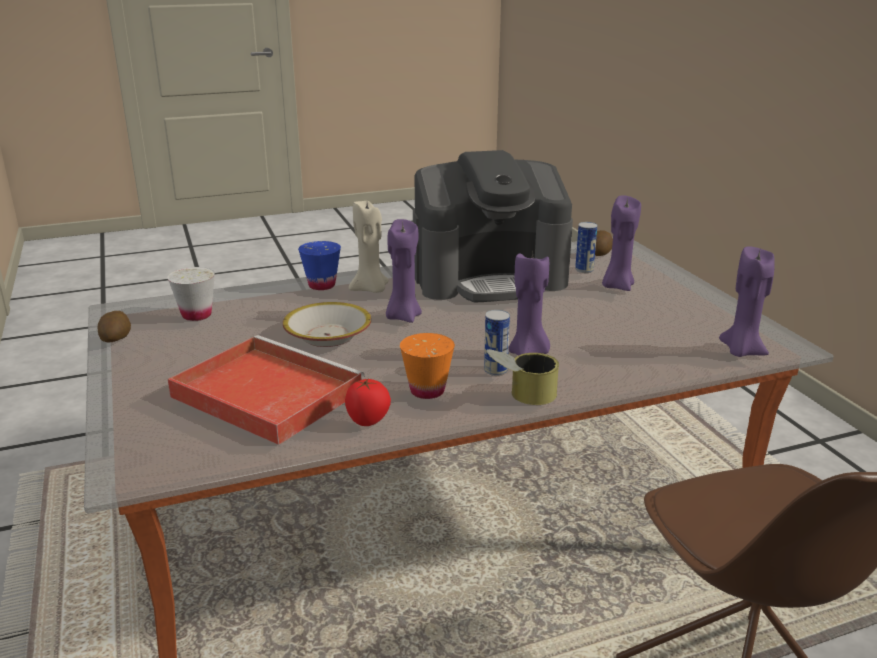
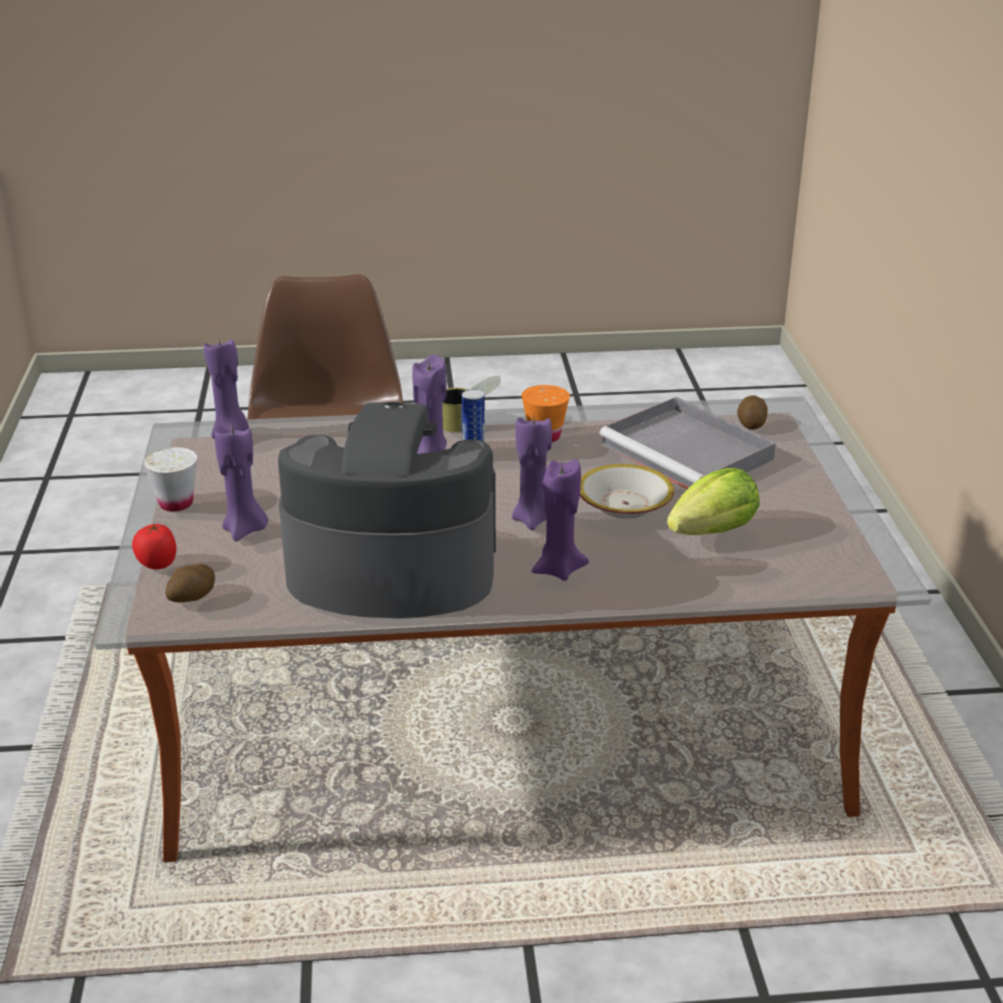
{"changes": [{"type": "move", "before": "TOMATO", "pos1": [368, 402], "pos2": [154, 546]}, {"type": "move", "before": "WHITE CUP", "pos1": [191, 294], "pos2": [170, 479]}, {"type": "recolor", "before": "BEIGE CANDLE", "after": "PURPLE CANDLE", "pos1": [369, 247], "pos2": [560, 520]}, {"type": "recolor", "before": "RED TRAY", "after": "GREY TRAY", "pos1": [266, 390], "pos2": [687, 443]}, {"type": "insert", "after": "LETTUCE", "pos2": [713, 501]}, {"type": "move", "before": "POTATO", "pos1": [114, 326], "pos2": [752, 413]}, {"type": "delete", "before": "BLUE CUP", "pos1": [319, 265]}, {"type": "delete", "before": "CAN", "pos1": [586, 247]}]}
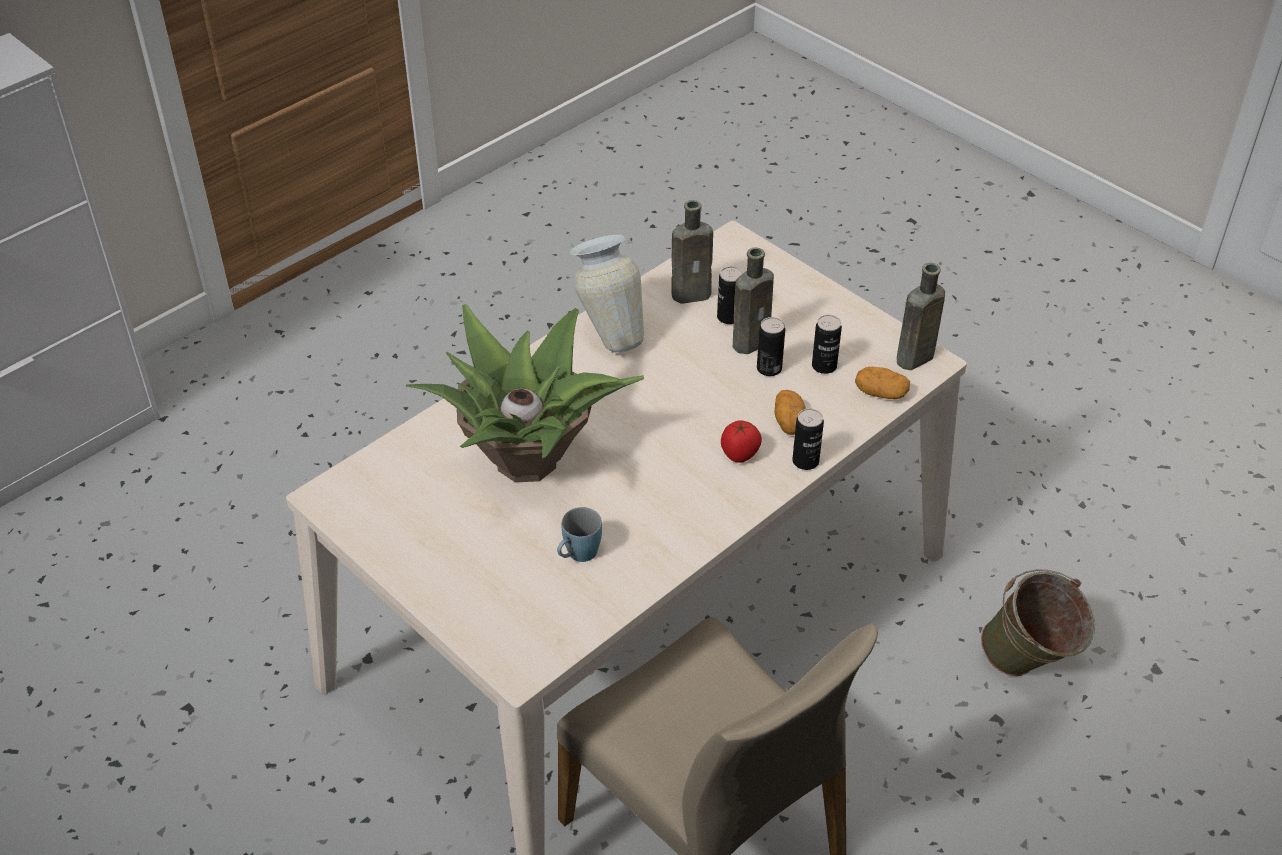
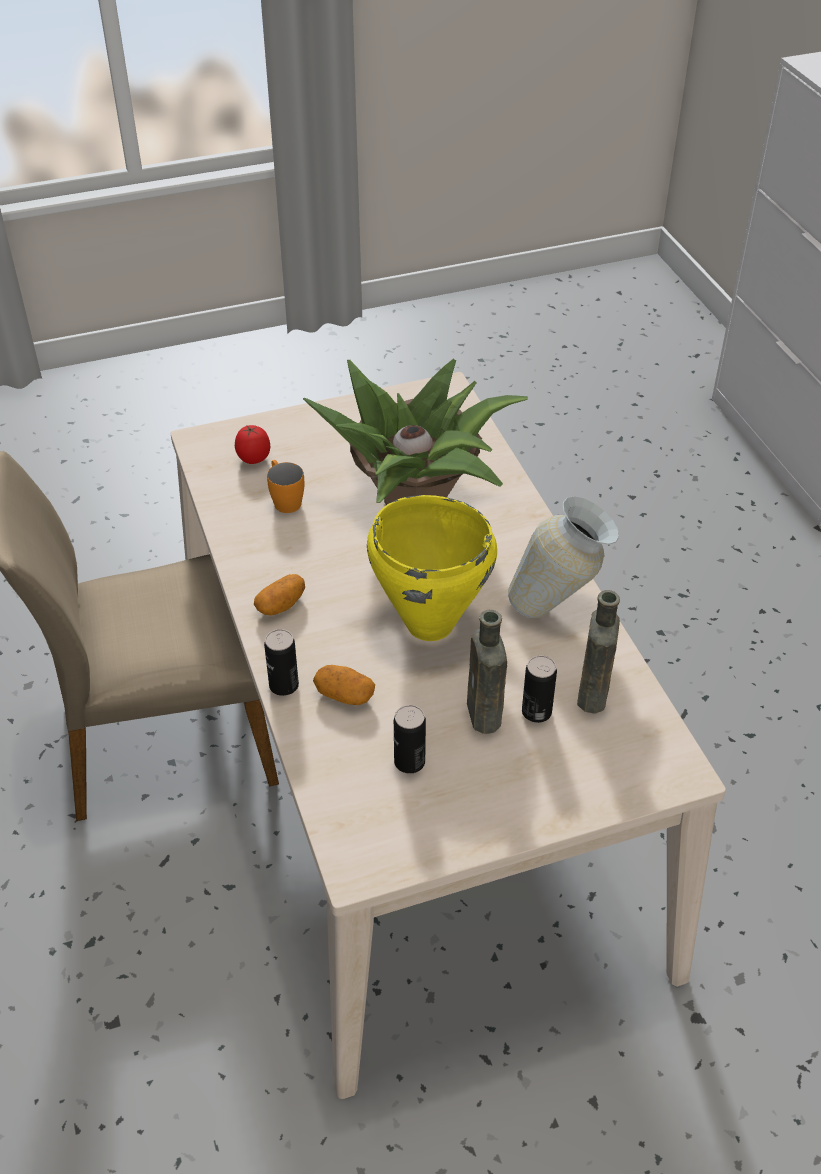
{"changes": [{"type": "move", "before": "TOMATO", "pos1": [741, 441], "pos2": [252, 444]}, {"type": "move", "before": "POTATO", "pos1": [882, 383], "pos2": [279, 594]}, {"type": "recolor", "before": "BLUE MUG", "after": "ORANGE MUG", "pos1": [579, 534], "pos2": [285, 486]}, {"type": "insert", "after": "YELLOW COOKING POT", "pos2": [432, 568]}, {"type": "delete", "before": "CAN", "pos1": [771, 346]}, {"type": "delete", "before": "BROWN BOTTLE", "pos1": [921, 316]}, {"type": "delete", "before": "GREEN BUCKET", "pos1": [1038, 622]}]}
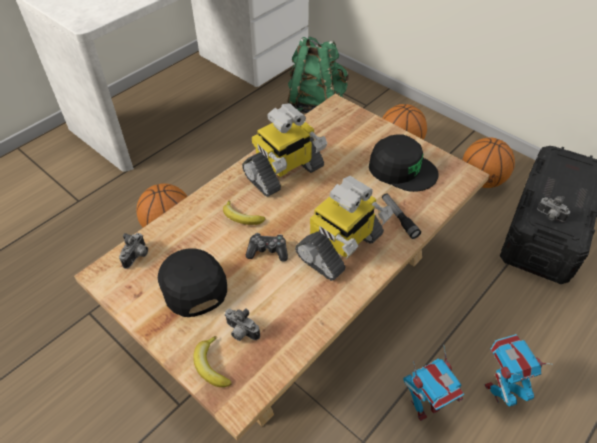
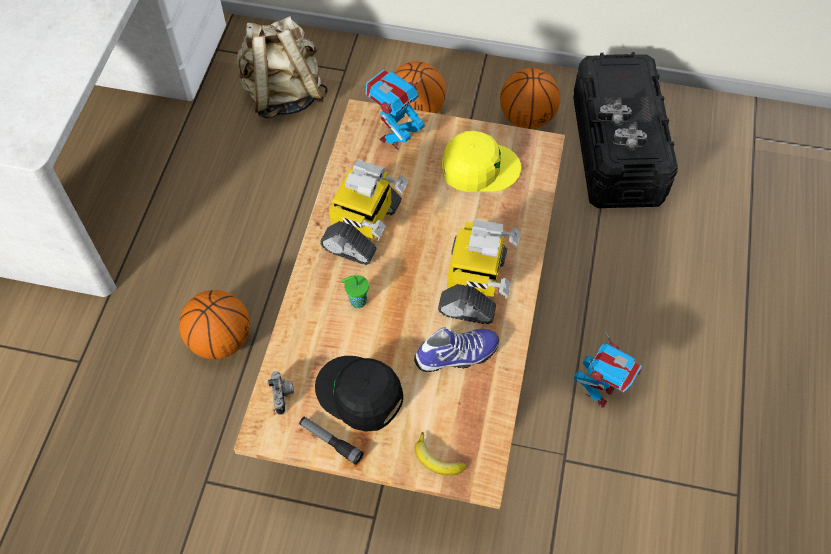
{"changes": [{"type": "recolor", "before": "GREEN BACKPACK", "after": "BEIGE BACKPACK", "pos1": [318, 74], "pos2": [282, 67]}, {"type": "move", "before": "FLASHLIGHT", "pos1": [401, 216], "pos2": [331, 441]}, {"type": "replace", "before": "BANANA", "after": "GREEN CUP", "pos1": [244, 213], "pos2": [355, 291]}, {"type": "move", "before": "TOY ROBOT", "pos1": [518, 370], "pos2": [394, 109]}, {"type": "insert", "after": "SHOE", "pos2": [456, 349]}, {"type": "recolor", "before": "BLACK CAP", "after": "YELLOW CAP", "pos1": [404, 163], "pos2": [481, 161]}, {"type": "move", "before": "PHOTO CAMERA", "pos1": [242, 324], "pos2": [615, 112]}, {"type": "delete", "before": "GAME CONTROLLER", "pos1": [267, 247]}]}
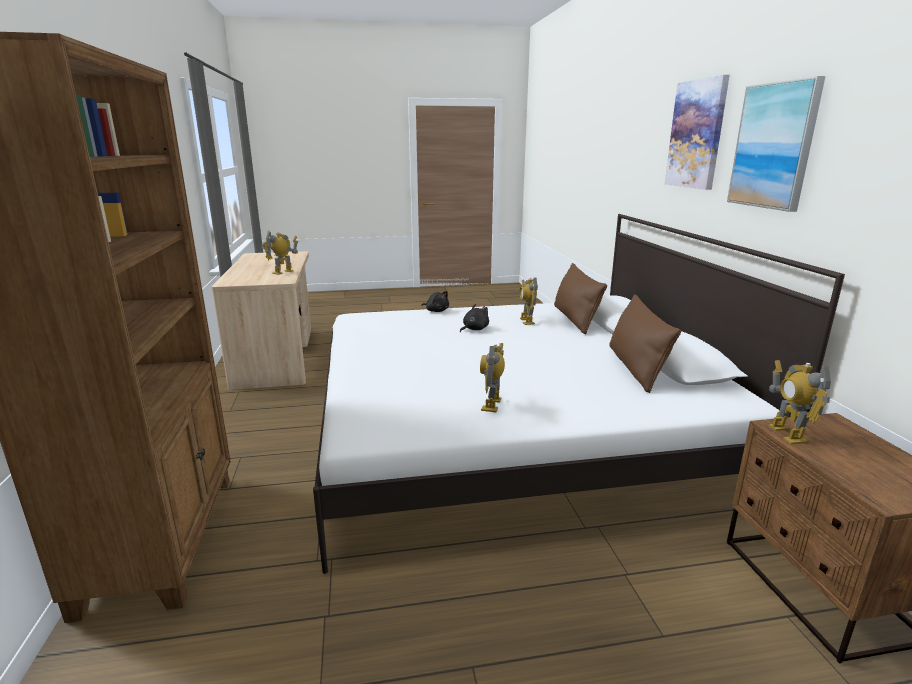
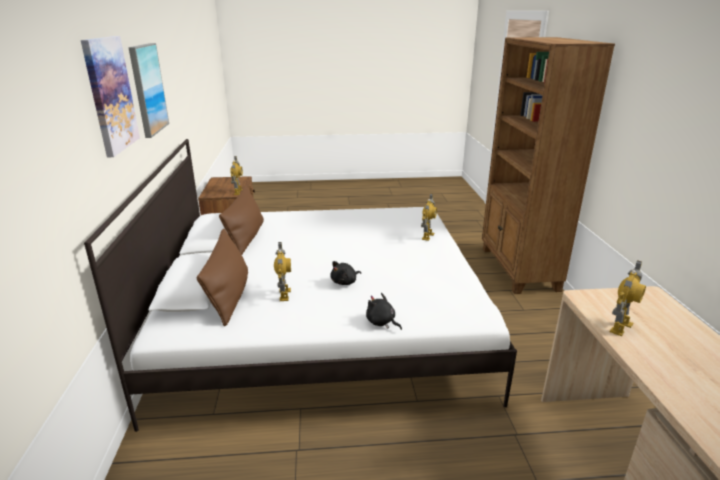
{"changes": [{"type": "move", "before": "TOY ROBOT", "pos1": [492, 377], "pos2": [429, 217]}]}
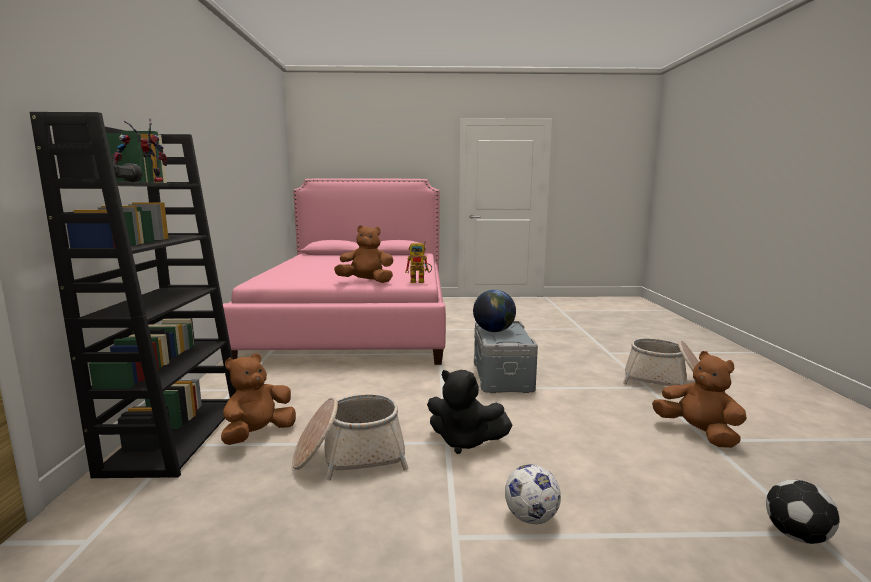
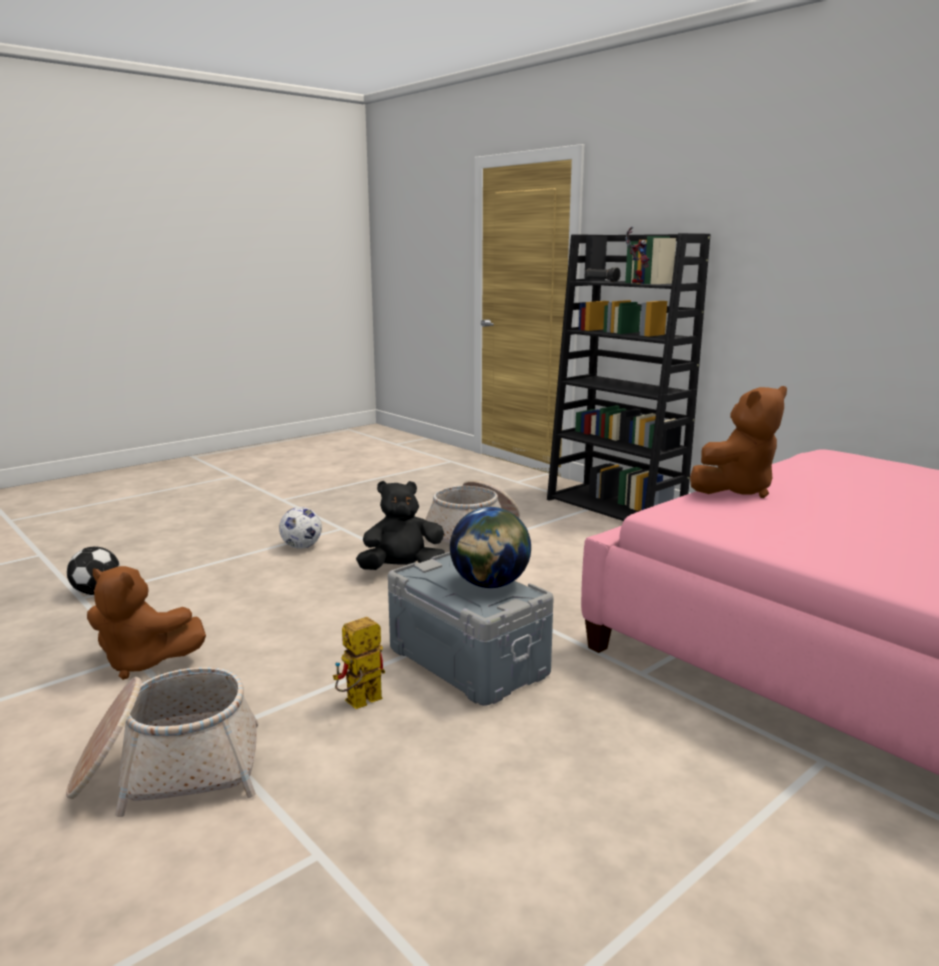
{"changes": [{"type": "move", "before": "TOY ROBOT", "pos1": [418, 262], "pos2": [359, 663]}, {"type": "delete", "before": "BROWN PLUSH TOY", "pos1": [258, 399]}]}
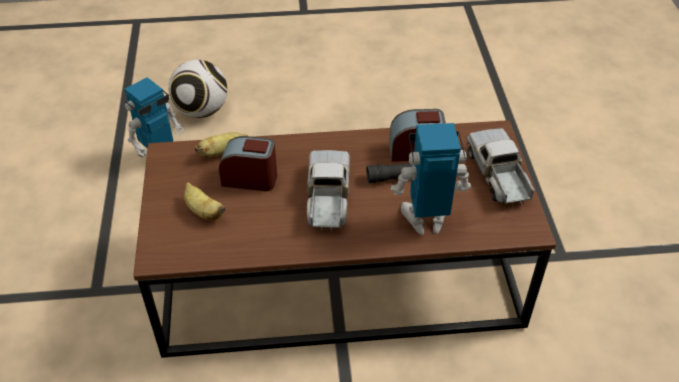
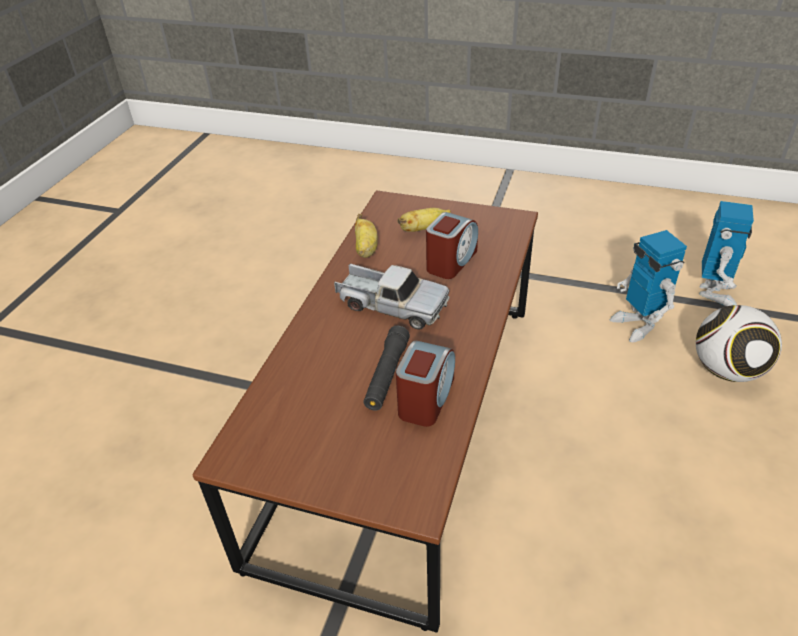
{"changes": [{"type": "move", "before": "BANANA", "pos1": [221, 144], "pos2": [366, 236]}, {"type": "move", "before": "TOY ROBOT", "pos1": [431, 179], "pos2": [726, 253]}, {"type": "delete", "before": "TOY TRUCK", "pos1": [500, 167]}]}
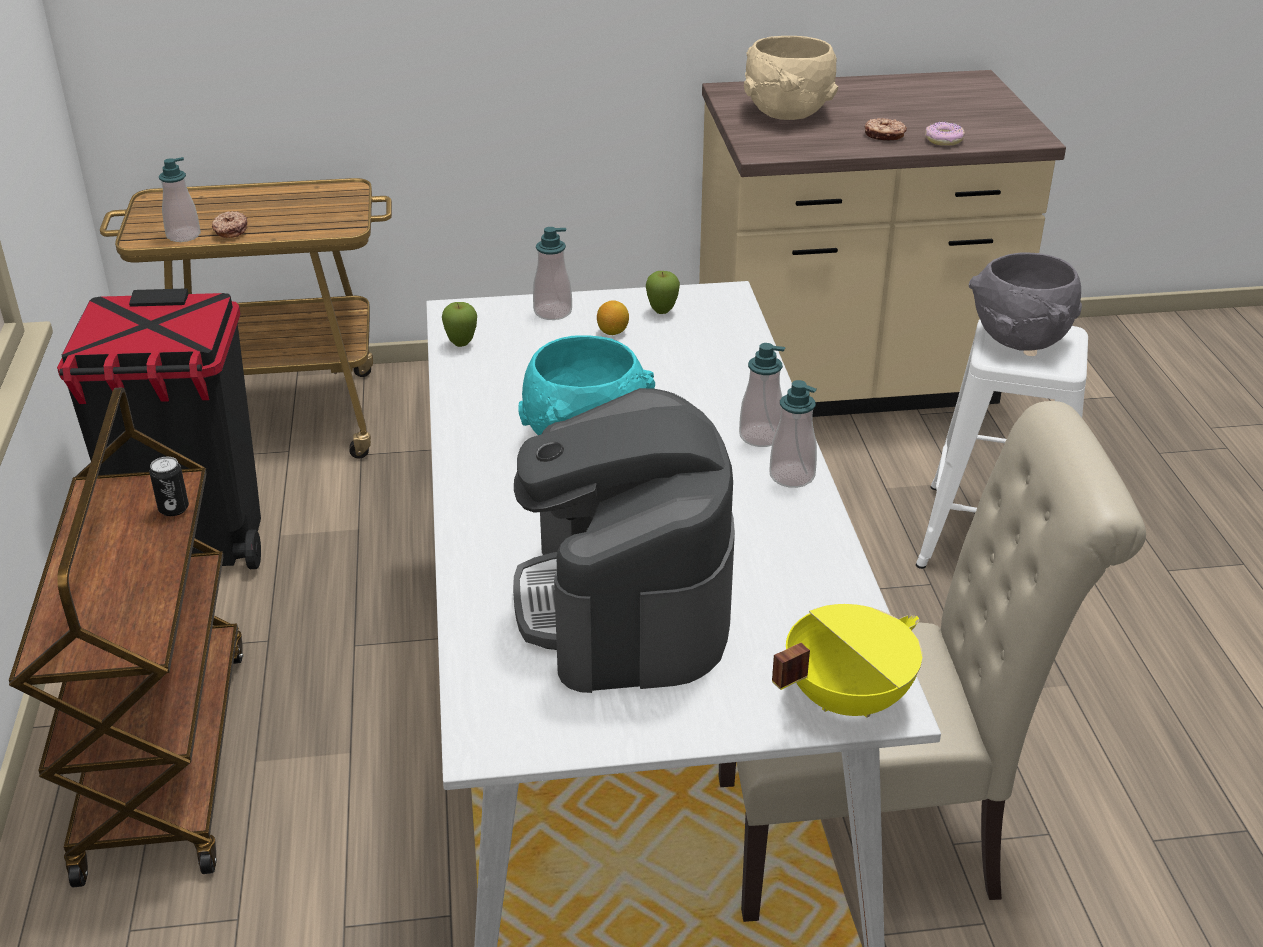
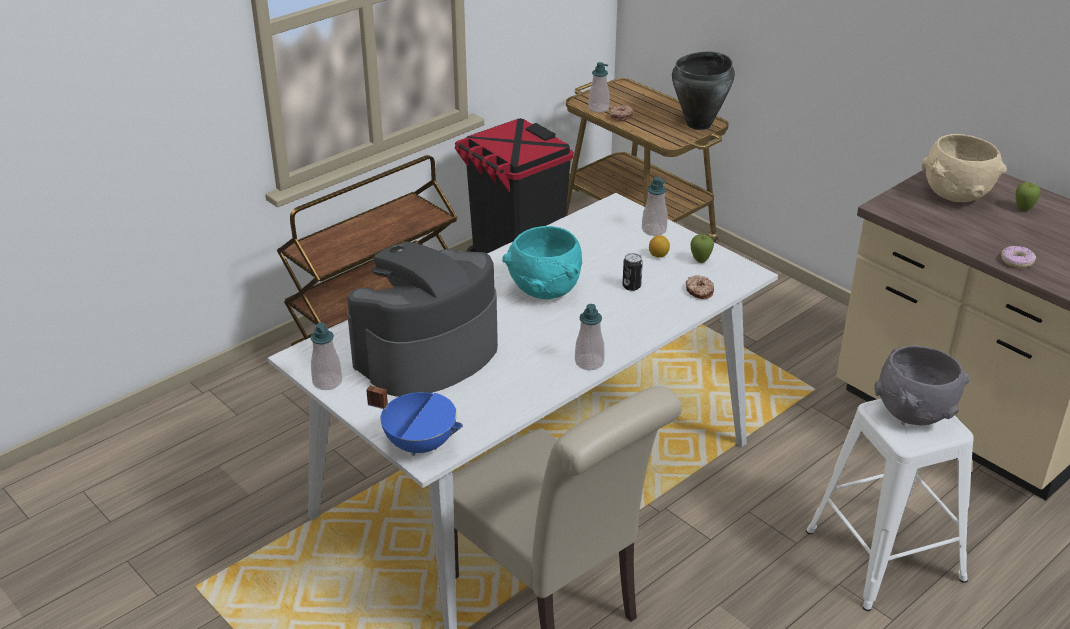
{"changes": [{"type": "move", "before": "SOAP DISPENSER", "pos1": [762, 395], "pos2": [326, 356]}, {"type": "recolor", "before": "YELLOW COOKING POT", "after": "BLUE COOKING POT", "pos1": [847, 660], "pos2": [414, 421]}, {"type": "move", "before": "CAN", "pos1": [169, 486], "pos2": [632, 272]}, {"type": "insert", "after": "BLACK COOKING POT", "pos2": [703, 91]}, {"type": "move", "before": "DONUT", "pos1": [886, 129], "pos2": [700, 287]}, {"type": "move", "before": "APPLE", "pos1": [459, 324], "pos2": [1028, 196]}]}
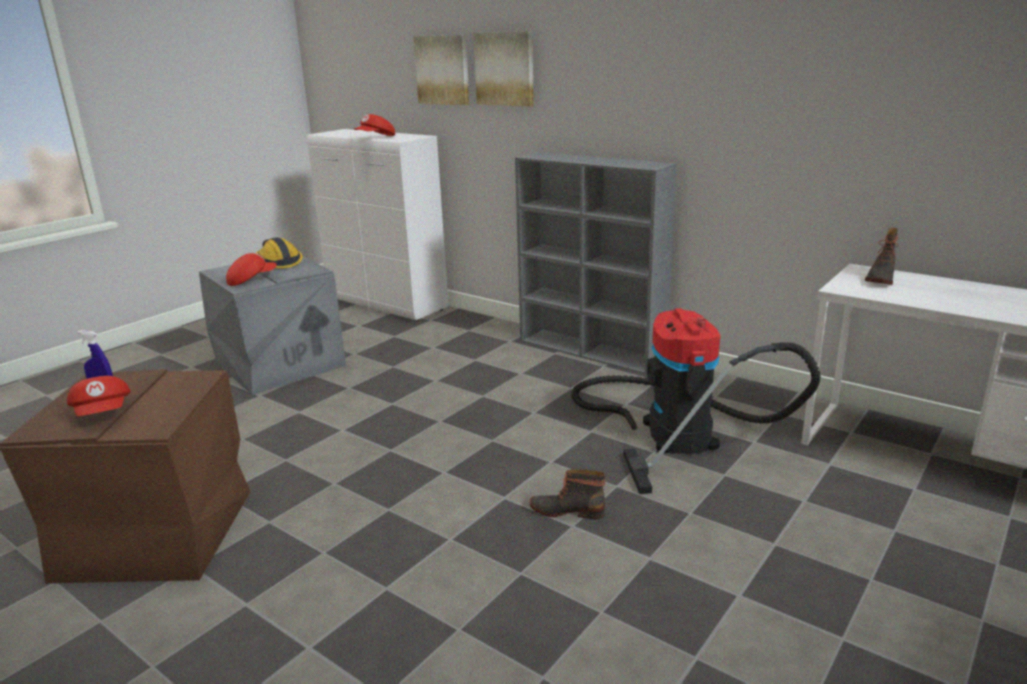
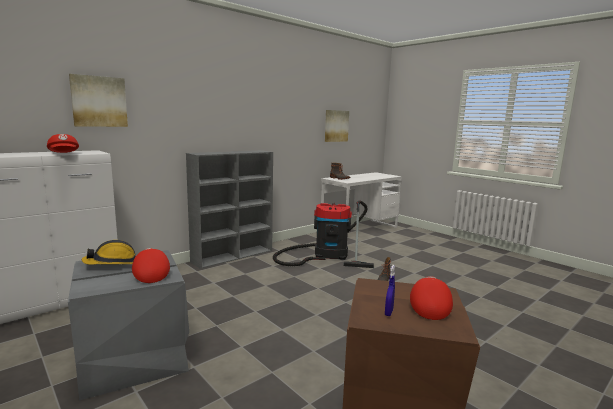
{"changes": [{"type": "move", "before": "PICTURE", "pos1": [503, 68], "pos2": [337, 126]}, {"type": "rotate", "before": "RED CAP", "pos1": [99, 396], "pos2": [431, 298], "turn": -60}]}
